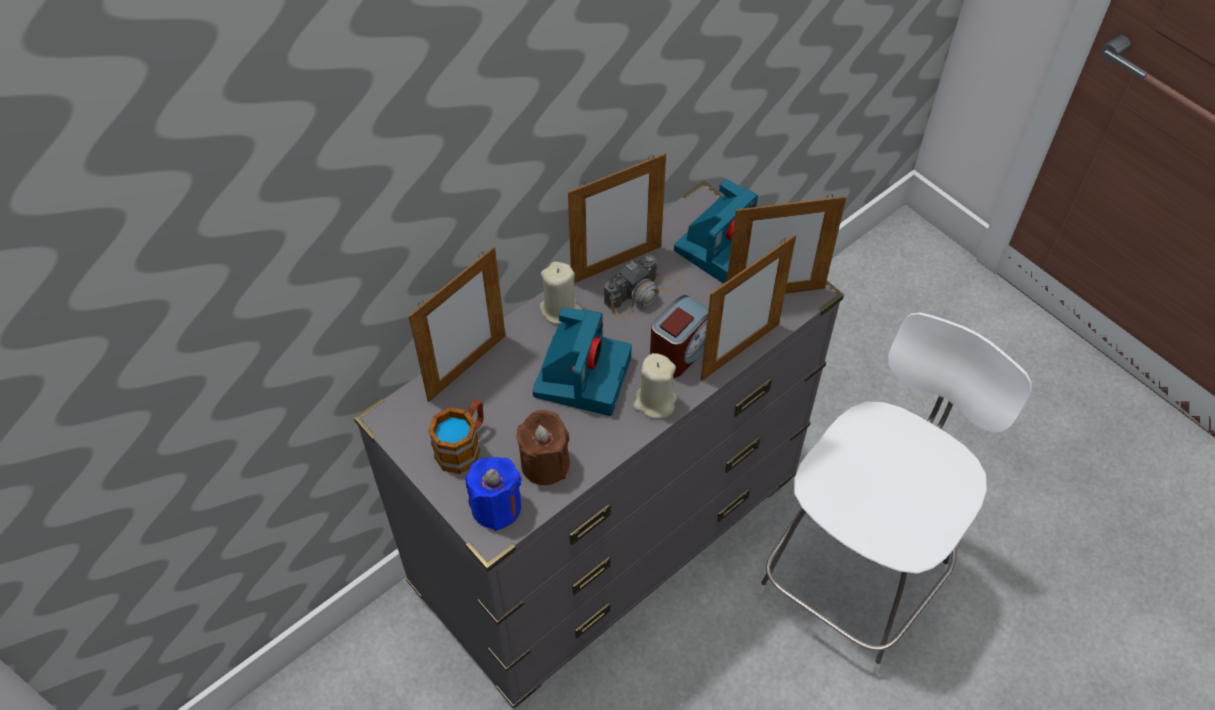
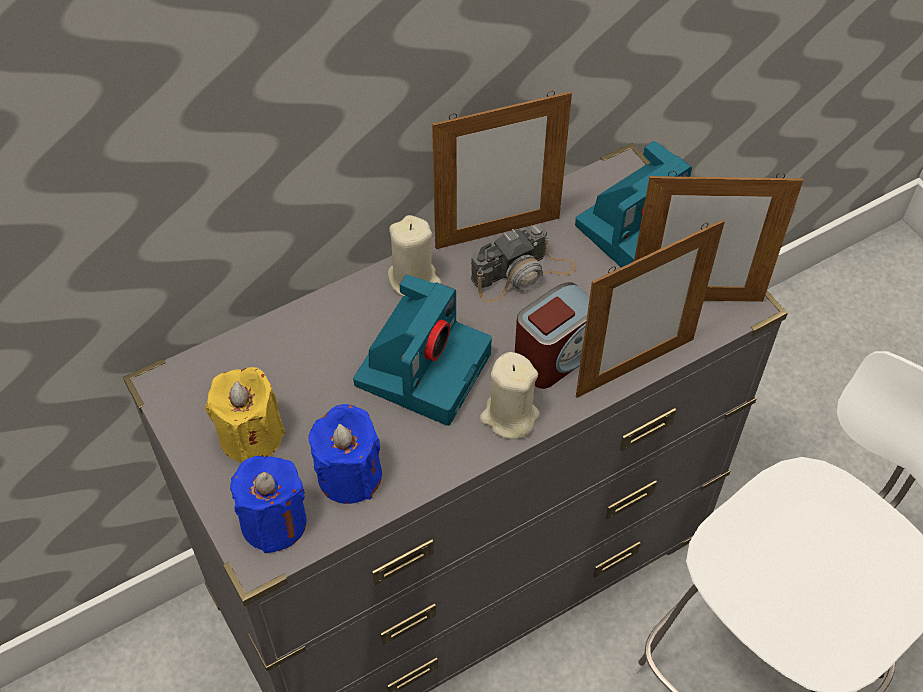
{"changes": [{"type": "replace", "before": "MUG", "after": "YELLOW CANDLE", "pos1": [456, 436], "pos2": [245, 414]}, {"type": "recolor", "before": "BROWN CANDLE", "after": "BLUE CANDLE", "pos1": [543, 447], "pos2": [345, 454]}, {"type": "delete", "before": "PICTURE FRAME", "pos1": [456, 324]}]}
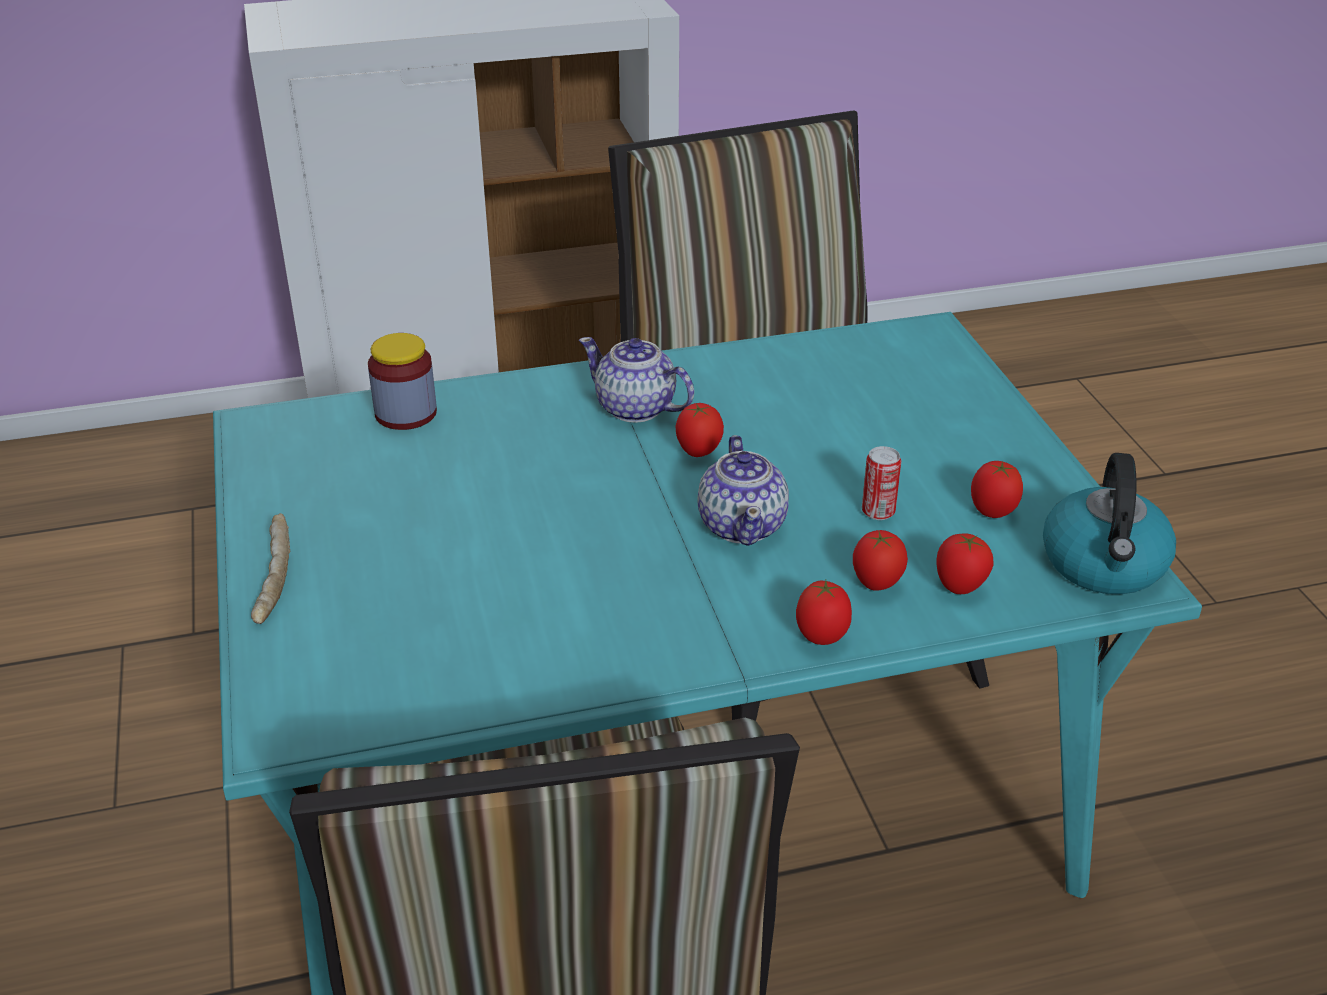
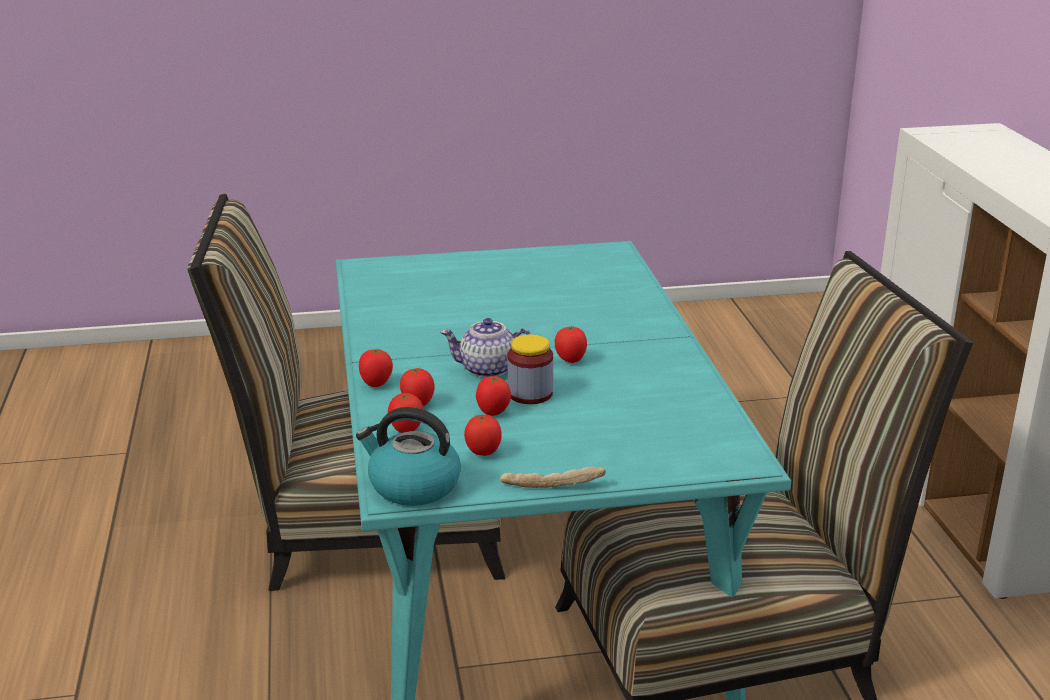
{"changes": [{"type": "replace", "before": "CAN", "after": "TOMATO", "pos1": [881, 483], "pos2": [493, 396]}, {"type": "move", "before": "BREAD", "pos1": [270, 568], "pos2": [553, 477]}, {"type": "move", "before": "JAR", "pos1": [402, 381], "pos2": [530, 369]}, {"type": "delete", "before": "TEAPOT", "pos1": [636, 380]}]}
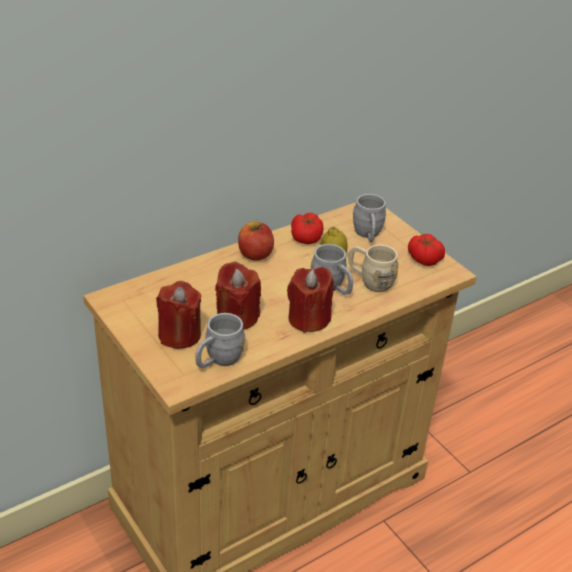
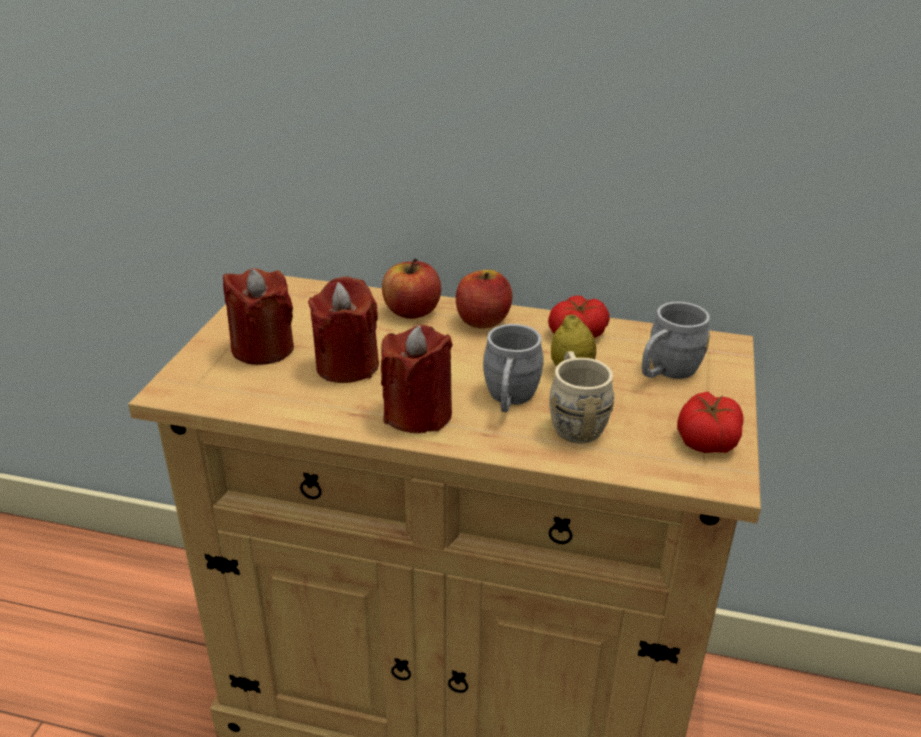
{"changes": [{"type": "insert", "after": "APPLE", "pos2": [411, 288]}, {"type": "delete", "before": "GREY MUG", "pos1": [220, 340]}]}
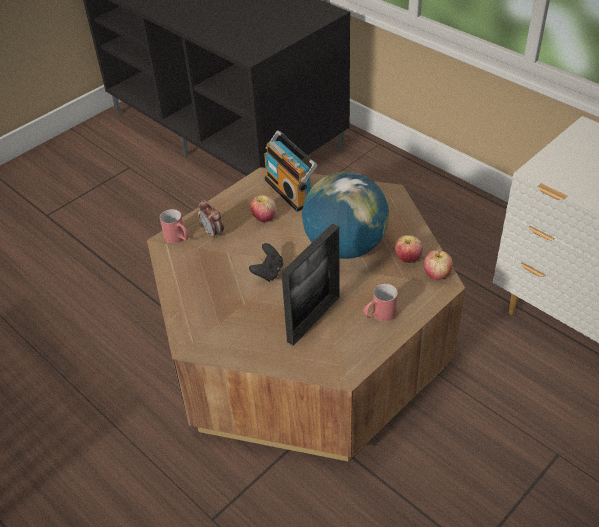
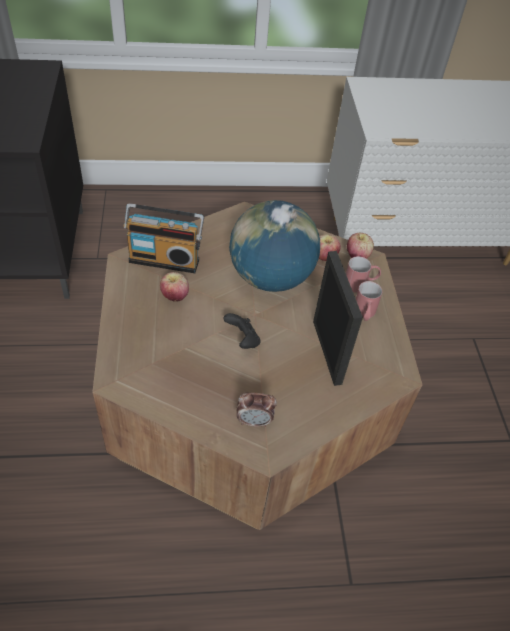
{"changes": [{"type": "move", "before": "ALARM CLOCK", "pos1": [211, 220], "pos2": [257, 409]}, {"type": "move", "before": "RED MUG", "pos1": [174, 226], "pos2": [363, 274]}]}
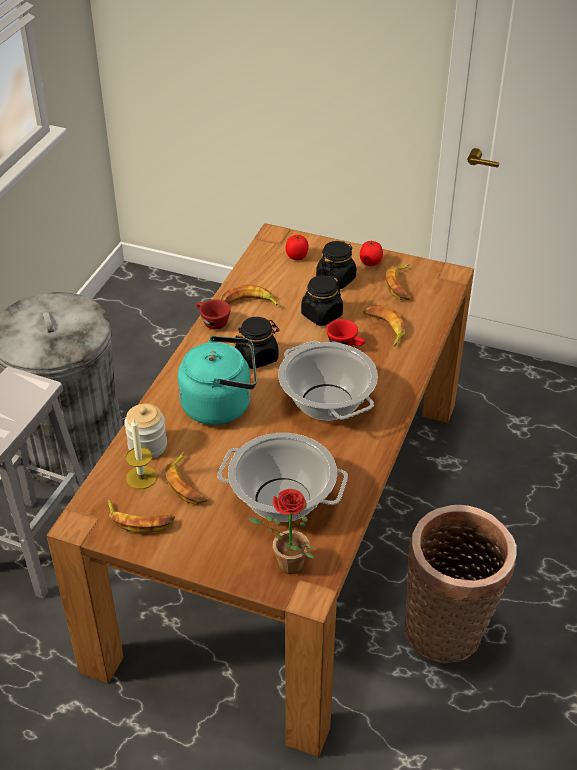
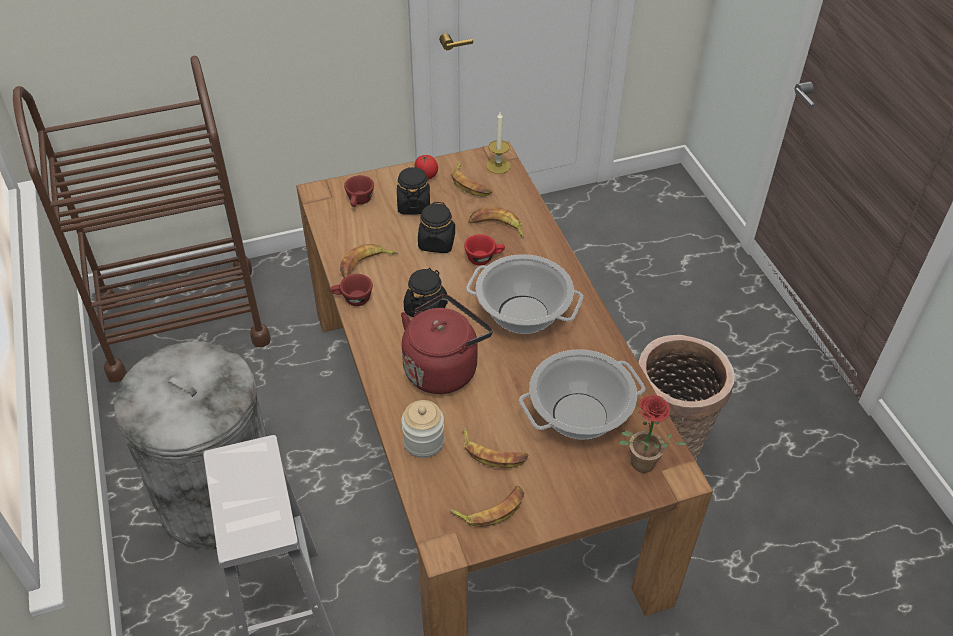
{"changes": [{"type": "insert", "after": "BROWN CART", "pos2": [142, 219]}, {"type": "replace", "before": "TOMATO", "after": "RED CUP", "pos1": [297, 247], "pos2": [359, 191]}, {"type": "recolor", "before": "TURQUOISE KETTLE", "after": "RED KETTLE", "pos1": [217, 380], "pos2": [447, 344]}, {"type": "move", "before": "CANDLE", "pos1": [141, 453], "pos2": [498, 143]}]}
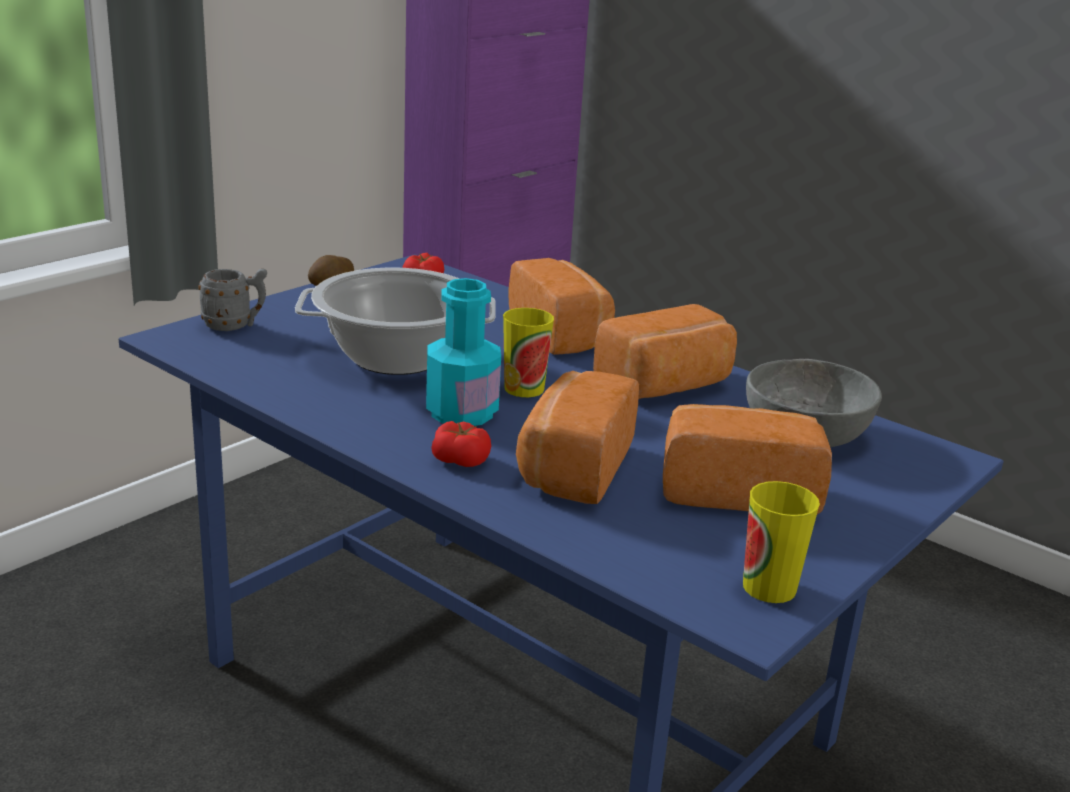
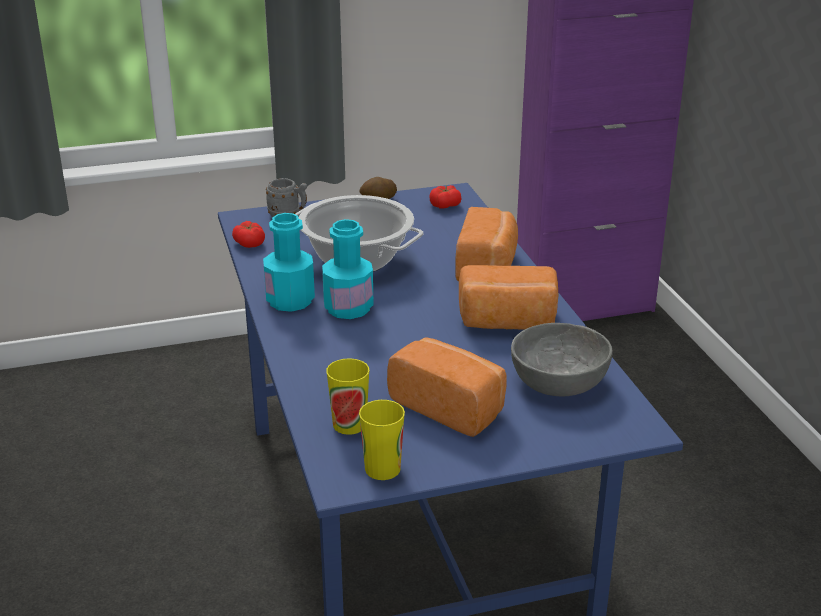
{"changes": [{"type": "move", "before": "TOMATO", "pos1": [461, 444], "pos2": [248, 234]}, {"type": "insert", "after": "TURQUOISE BOTTLE", "pos2": [289, 262]}, {"type": "move", "before": "CUP", "pos1": [528, 352], "pos2": [347, 396]}, {"type": "delete", "before": "BREAD", "pos1": [577, 437]}]}
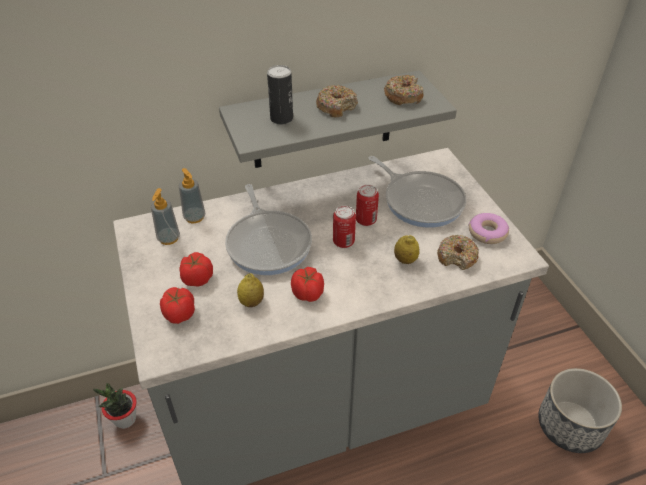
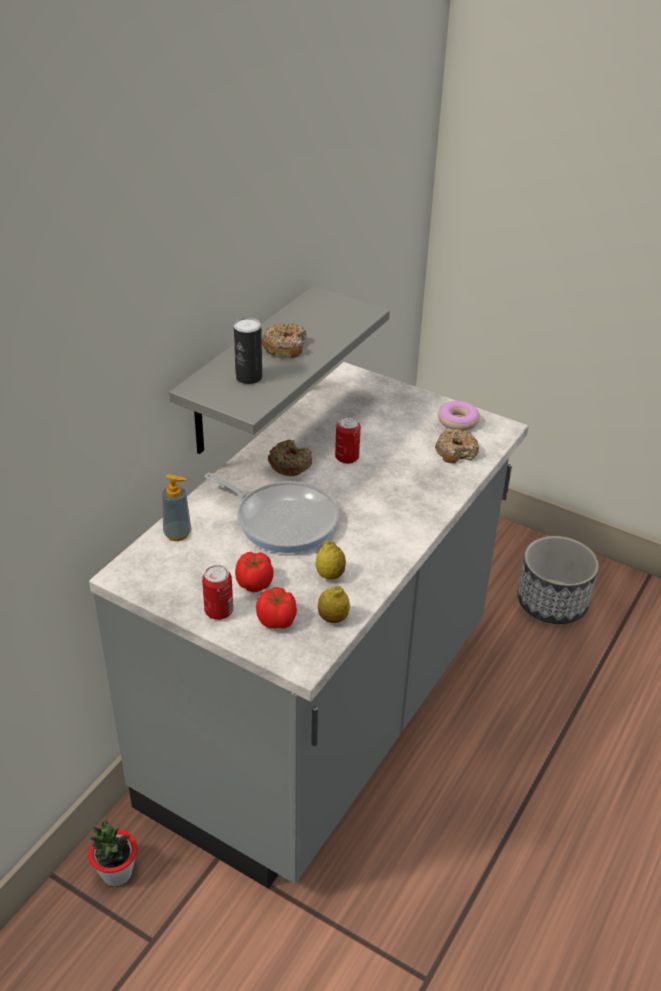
{"changes": [{"type": "move", "before": "CAN", "pos1": [344, 227], "pos2": [217, 592]}, {"type": "move", "before": "DONUT", "pos1": [404, 90], "pos2": [290, 458]}, {"type": "move", "before": "LEMON", "pos1": [406, 249], "pos2": [334, 604]}, {"type": "delete", "before": "SOAP DISPENSER", "pos1": [165, 216]}, {"type": "delete", "before": "TOMATO", "pos1": [307, 284]}, {"type": "delete", "before": "FRYING PAN", "pos1": [417, 192]}]}
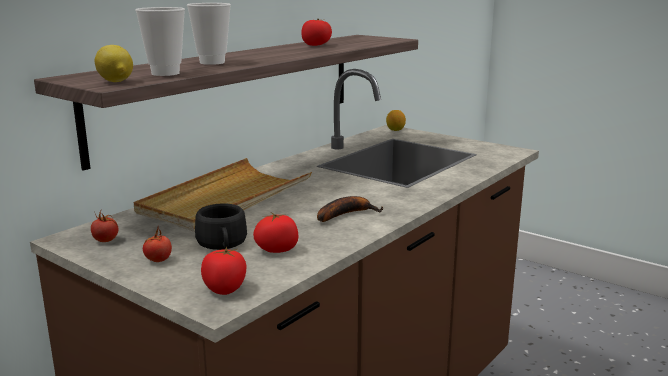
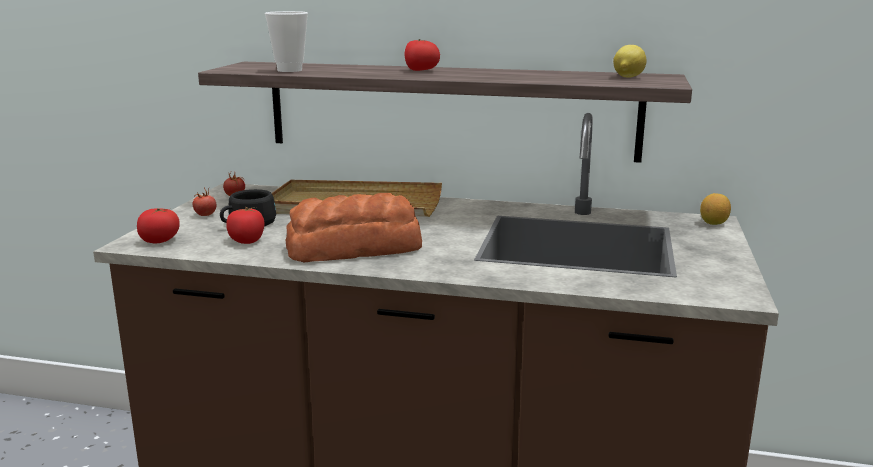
{"changes": [{"type": "replace", "before": "BANANA", "after": "BREAD", "pos1": [350, 209], "pos2": [354, 227]}, {"type": "move", "before": "TOMATO", "pos1": [316, 32], "pos2": [422, 55]}, {"type": "move", "before": "LEMON", "pos1": [114, 63], "pos2": [630, 61]}, {"type": "delete", "before": "CUP", "pos1": [209, 34]}]}
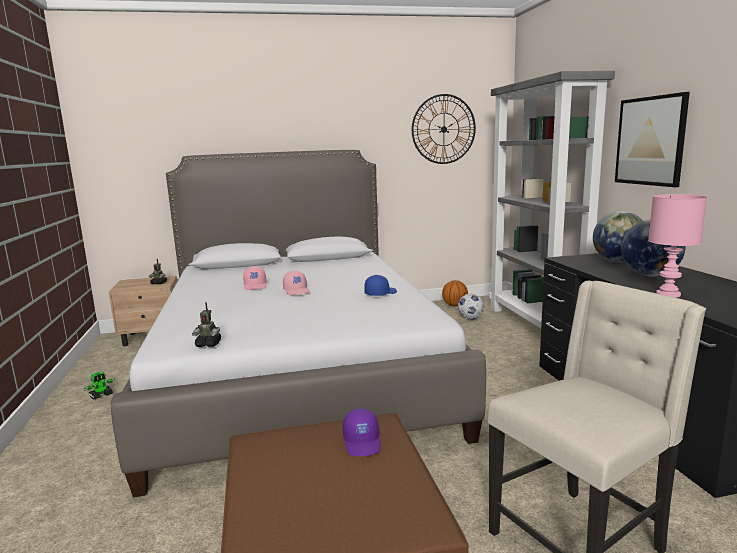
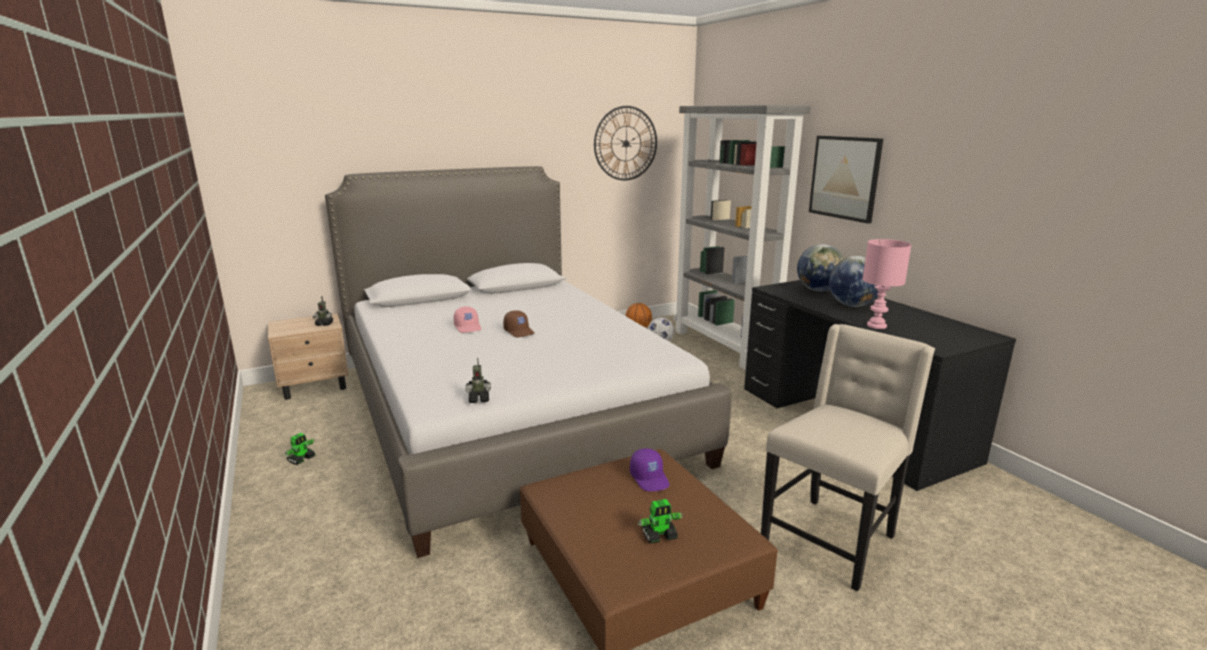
{"changes": [{"type": "recolor", "before": "PINK CAP", "after": "BROWN CAP", "pos1": [296, 283], "pos2": [519, 323]}, {"type": "insert", "after": "TOY ROBOT", "pos2": [661, 521]}, {"type": "delete", "before": "BLUE CAP", "pos1": [380, 285]}]}
